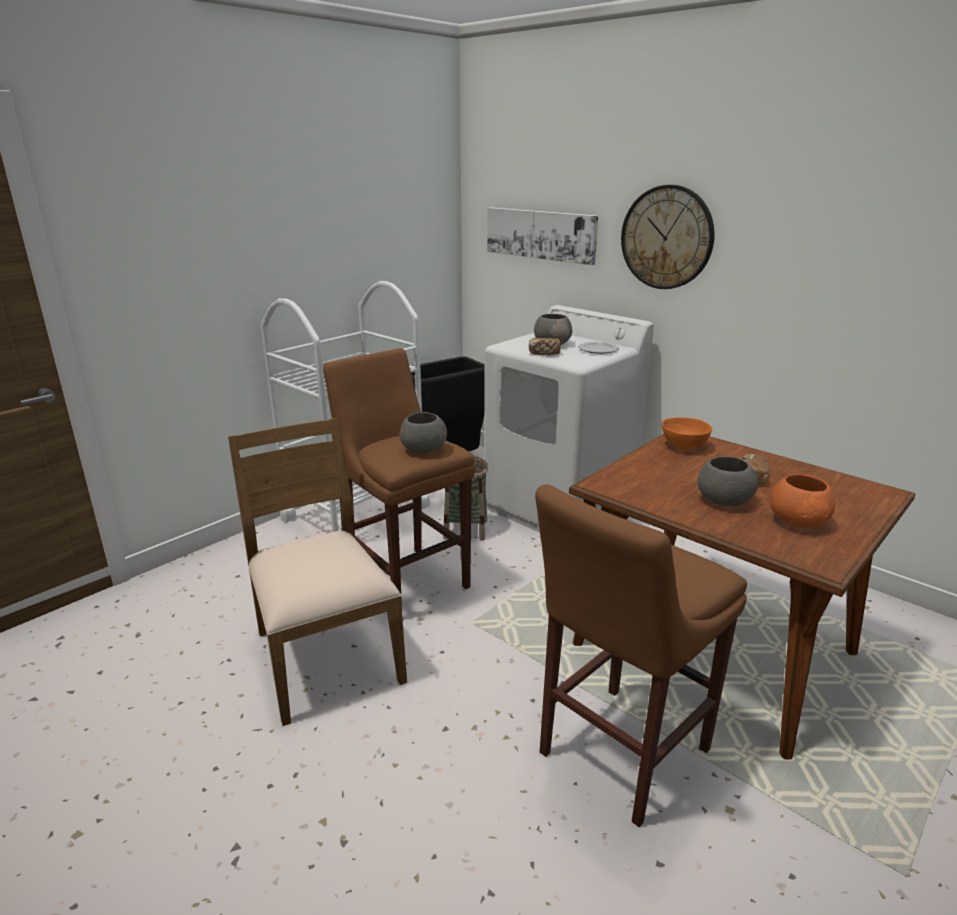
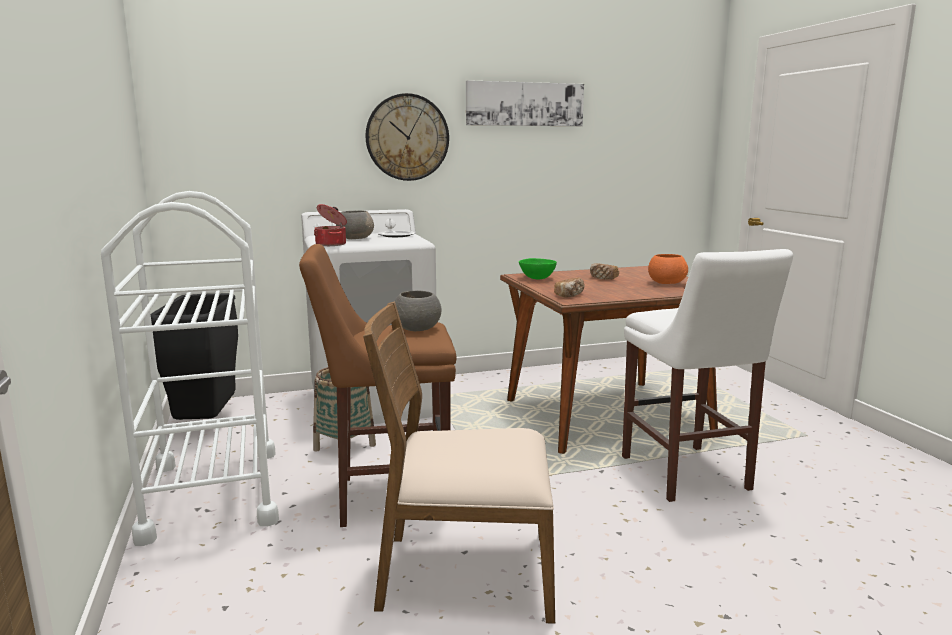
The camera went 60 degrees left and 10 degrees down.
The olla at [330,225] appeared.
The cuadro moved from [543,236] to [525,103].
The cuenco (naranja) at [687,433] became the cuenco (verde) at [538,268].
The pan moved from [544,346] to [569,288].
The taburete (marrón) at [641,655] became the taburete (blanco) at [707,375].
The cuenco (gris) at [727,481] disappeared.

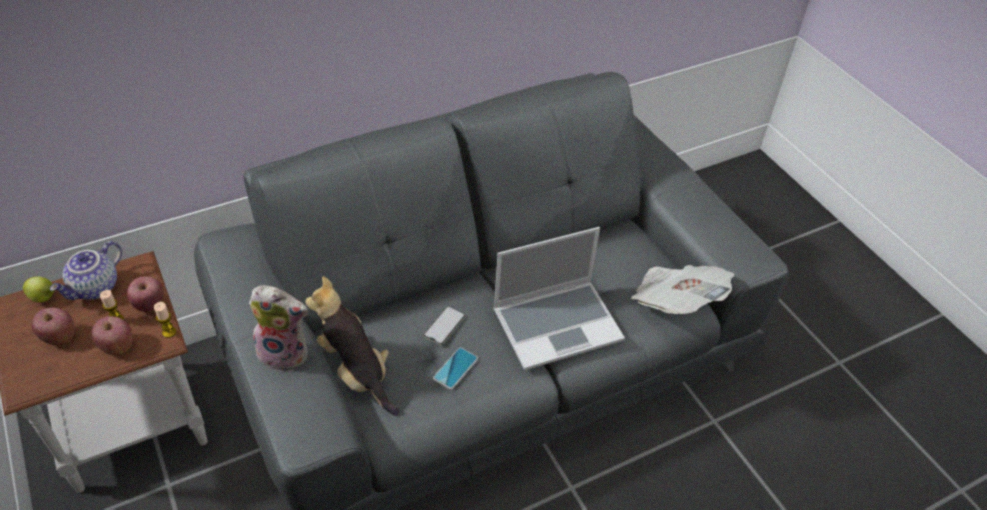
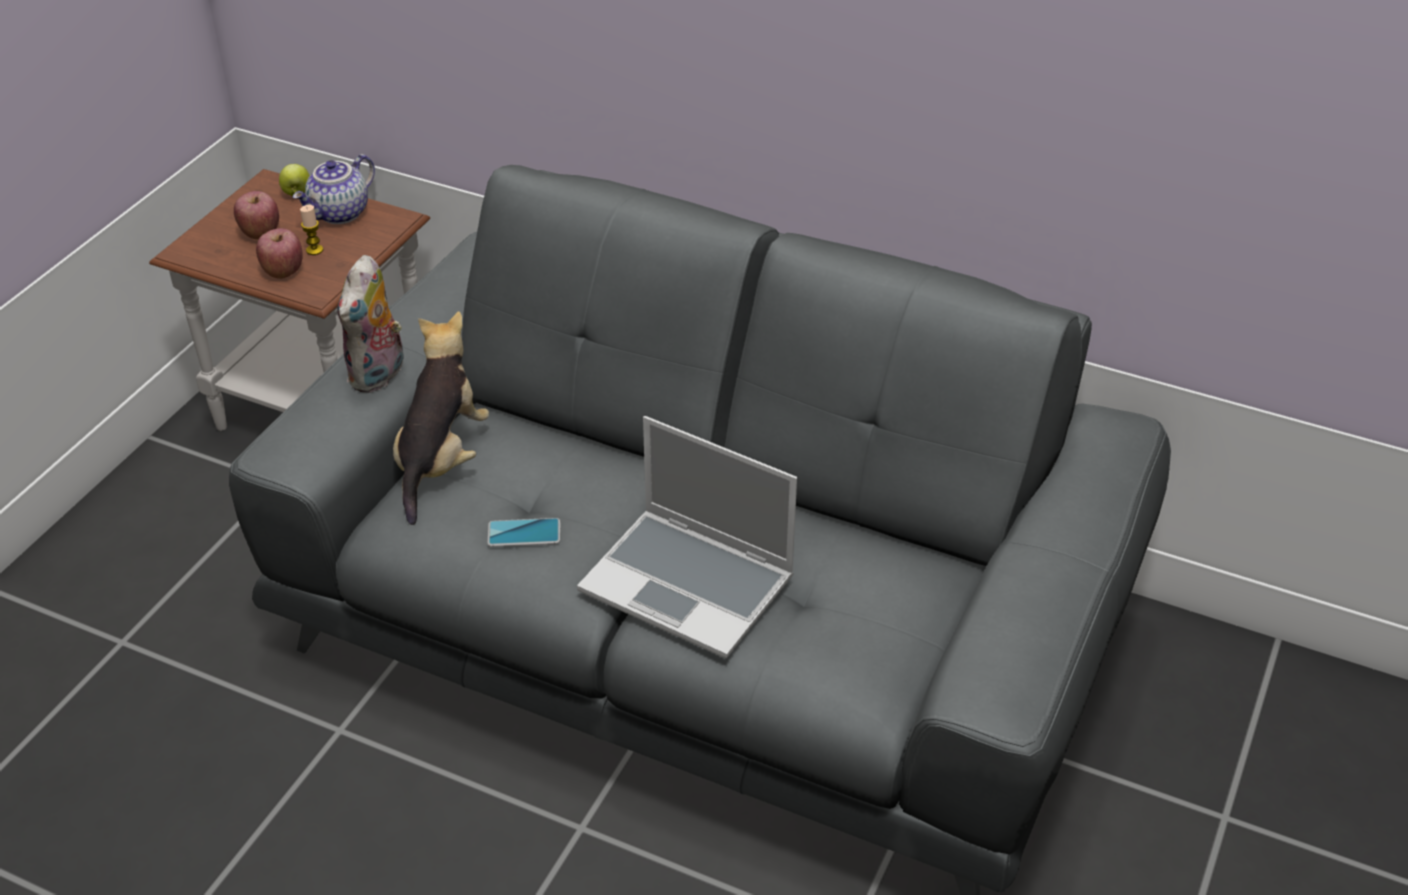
The camera went 55 degrees right and 5 degrees down.
The tetera at [86,270] turned 45 degrees counterclockwise.
The peluche at [278,328] turned 45 degrees clockwise.
The manzana at [145,294] disappeared.
The vela at [165,320] disappeared.
The móvil at [444,325] disappeared.
The periódico at [682,289] disappeared.

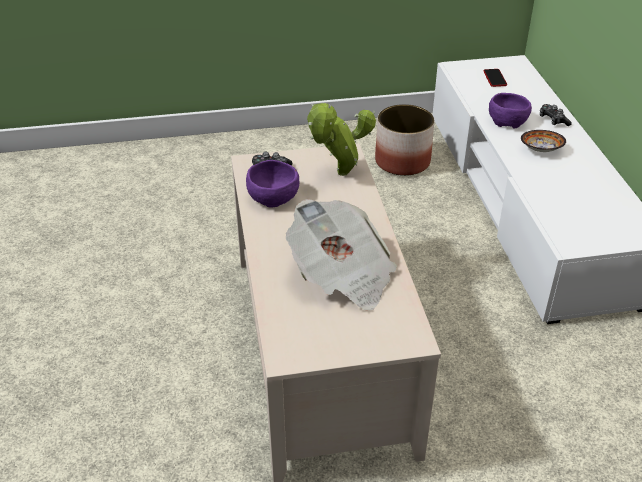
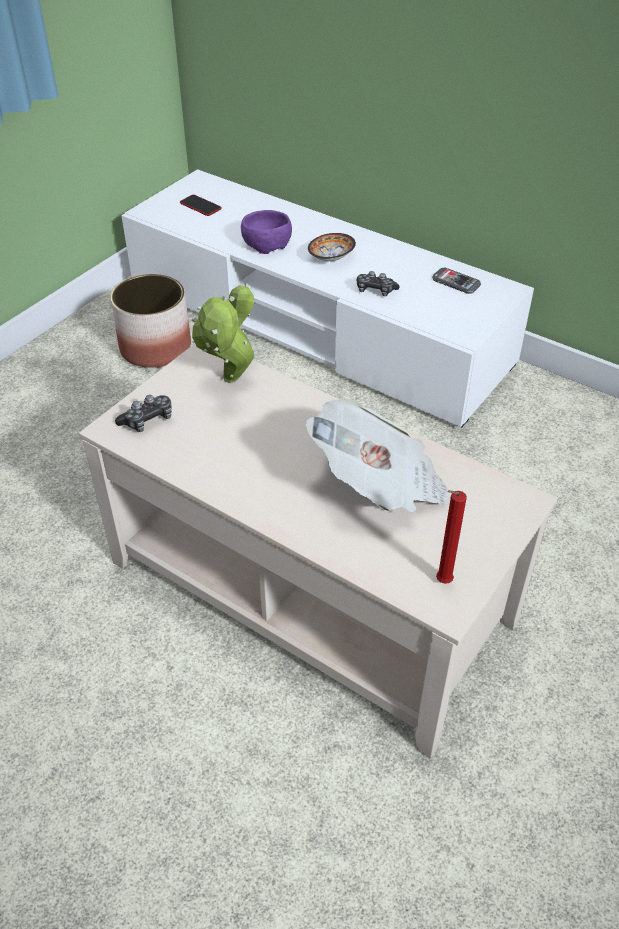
The camera went 45 degrees left and 5 degrees up.
The mando de consola moved from [556,115] to [377,283].
The móvil at [456,281] appeared.
The vela (rojo) at [451,537] appeared.
The cuenco (morado) at [272,184] disappeared.

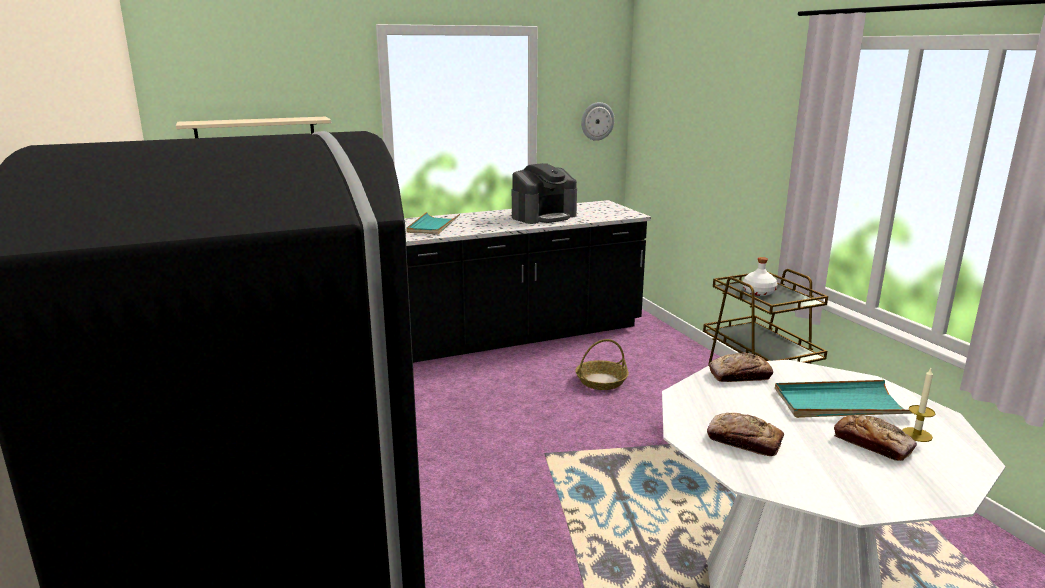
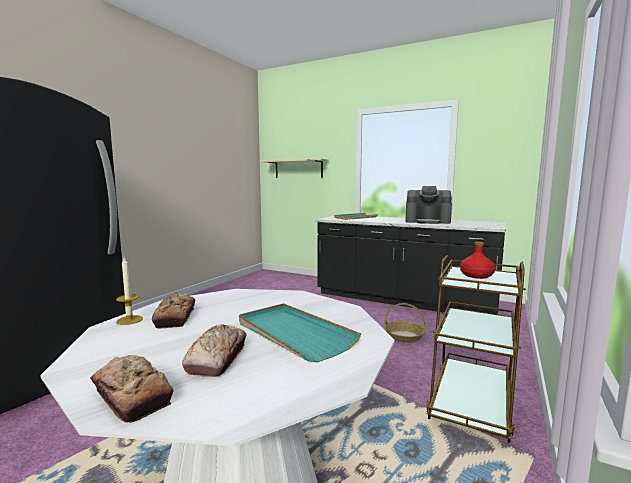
The camera went 50 degrees right and 10 degrees down.
The pan moved from [741,367] to [131,389].
The vela moved from [918,405] to [129,291].
The botella (blanco) at [760,276] became the botella (rojo) at [477,260].
The reloj de pared at [598,121] disappeared.

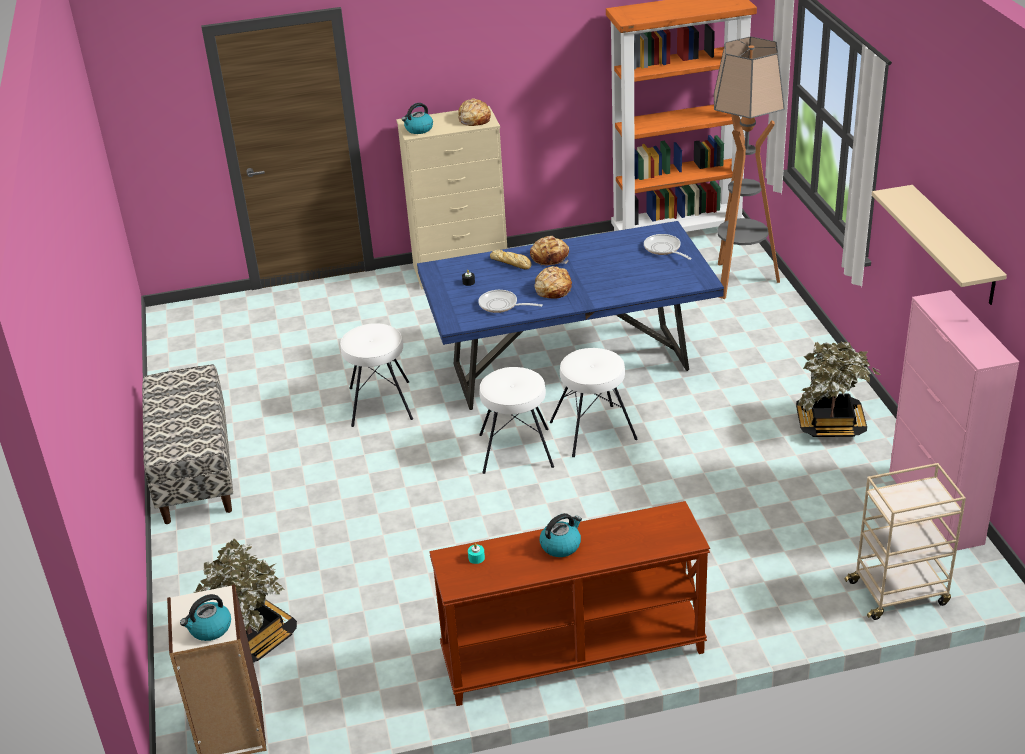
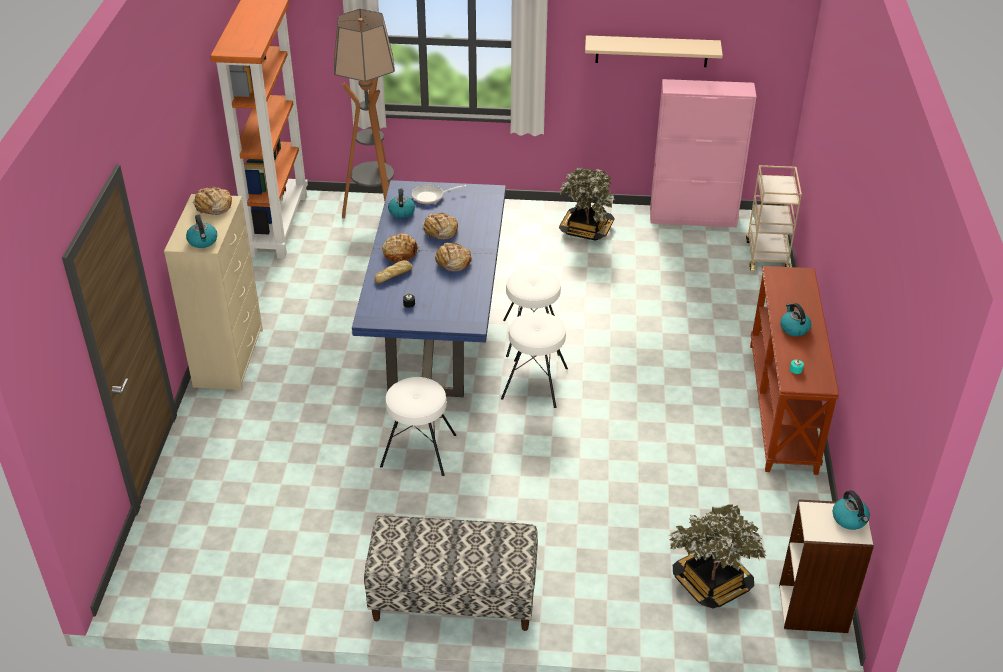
The camera went 75 degrees left and 5 degrees up.
The hervidor at [401,203] appeared.
The pan at [440,226] appeared.
The sartén at [510,301] disappeared.

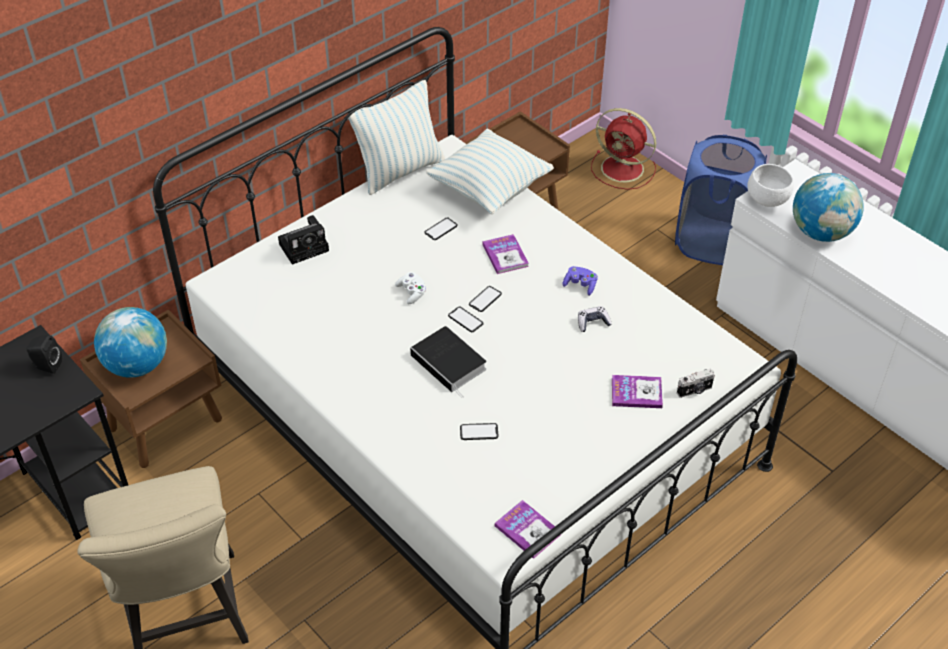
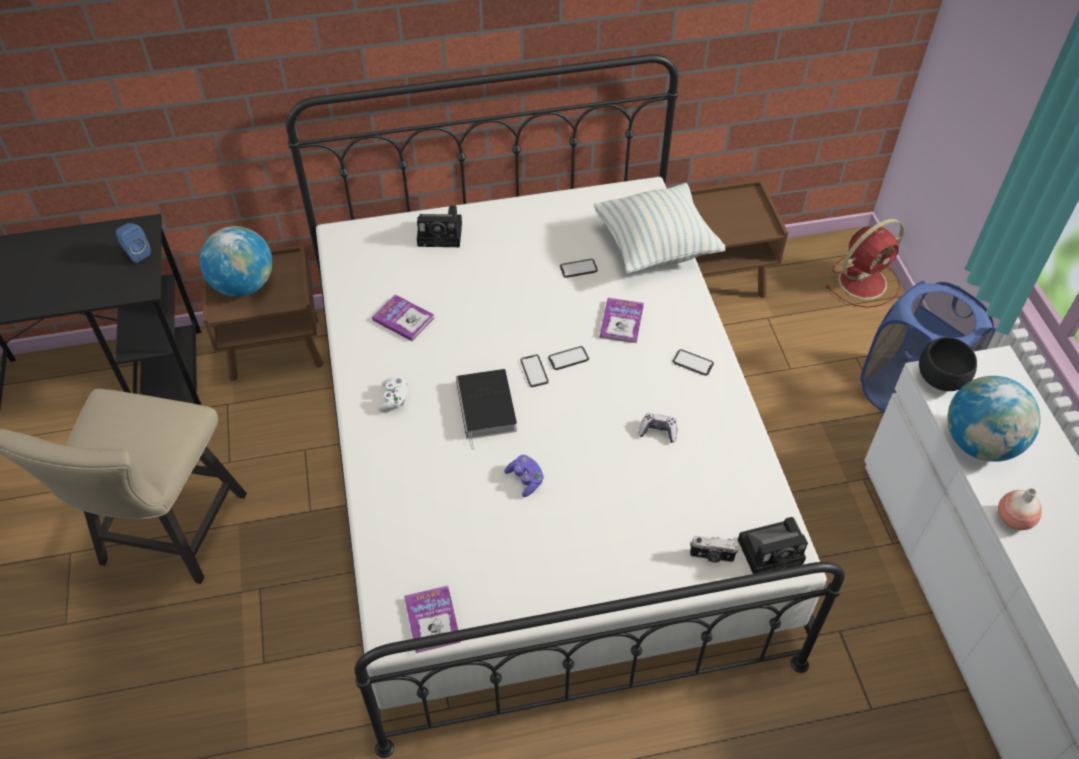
The camera went 30 degrees right and 5 degrees up.
The altavoz (negro) at [44,354] became the altavoz (azul) at [133,243].
The libro moved from [637,391] to [403,318].
The mando de consola (blanco) moved from [410,288] to [392,394].
The mando de consola (morado) moved from [580,281] to [524,476].
The móvil moved from [479,431] to [693,362].
The cámara at [773,545] appeared.
The ventilador (rojo) at [623,149] turned 90 degrees counterclockwise.
The cuenco (blanco) at [771,185] became the cuenco (negro) at [948,364].
The florero at [1020,509] appeared.
The cojín at [396,137] disappeared.

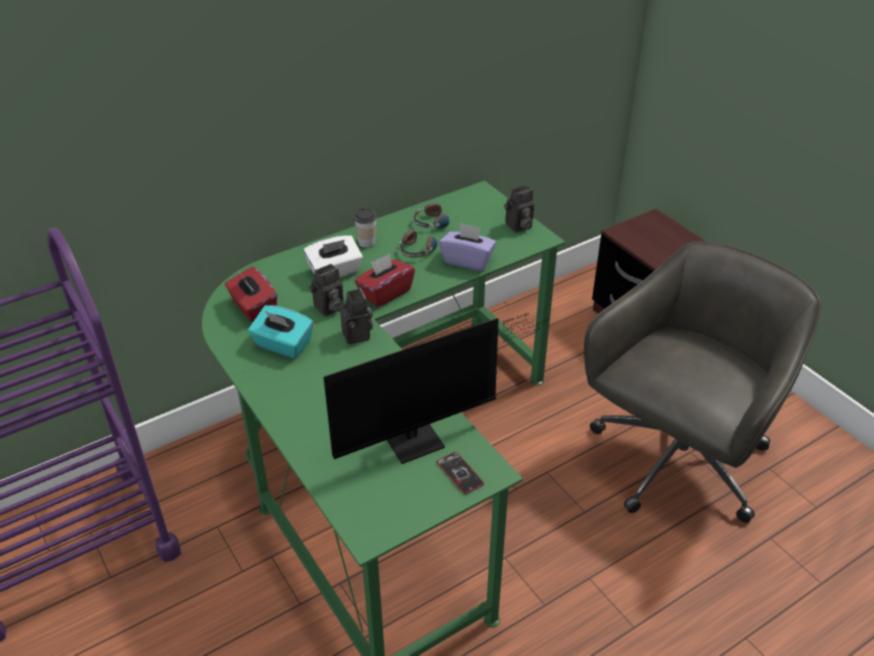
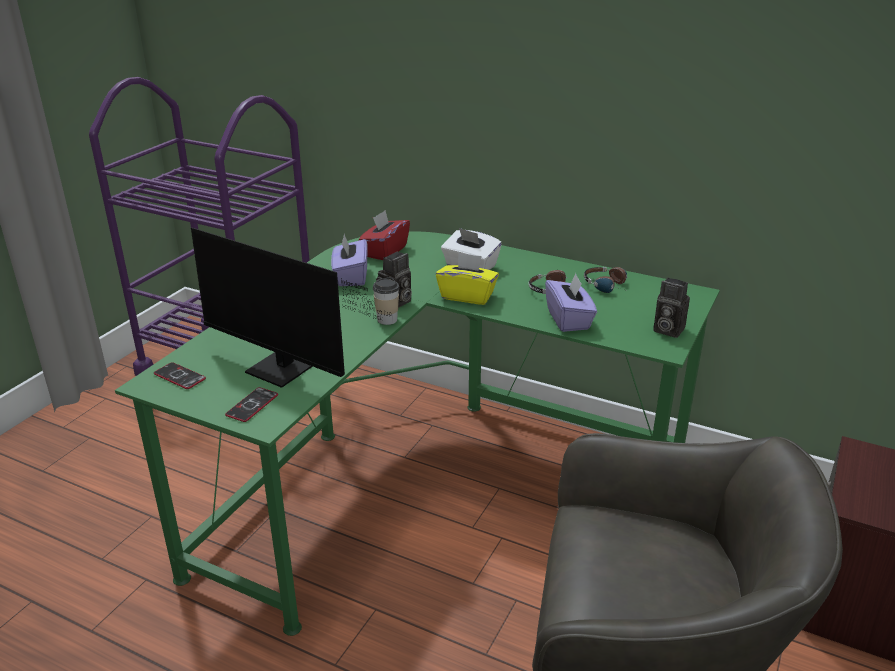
The camera went 60 degrees right and 10 degrees down.
The móvil at [180,375] appeared.
The caja de pañuelos (turquesa) at [280,331] became the caja de pañuelos (morado) at [349,260].
The taza moved from [365,228] to [386,301].
The caja de pañuelos (rojo) at [385,280] became the caja de pañuelos (amarillo) at [467,278].
The cámara at [326,290] disappeared.

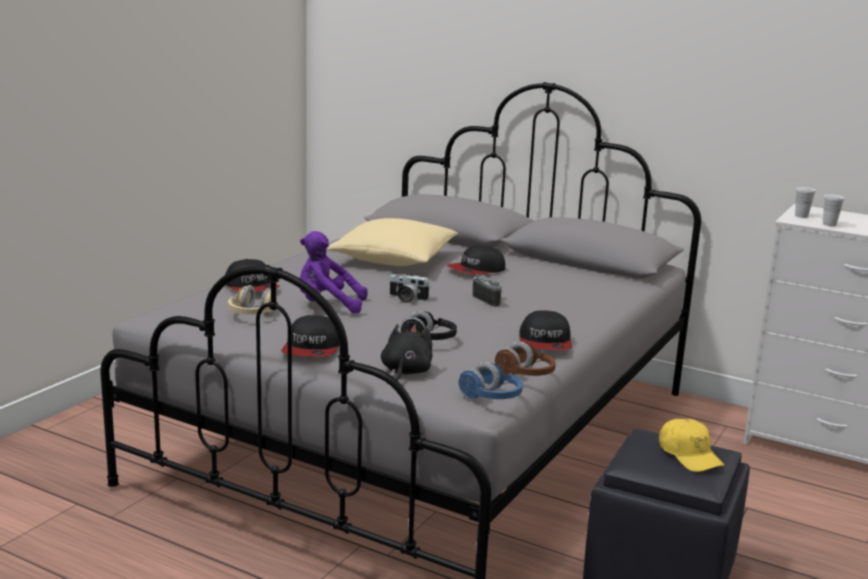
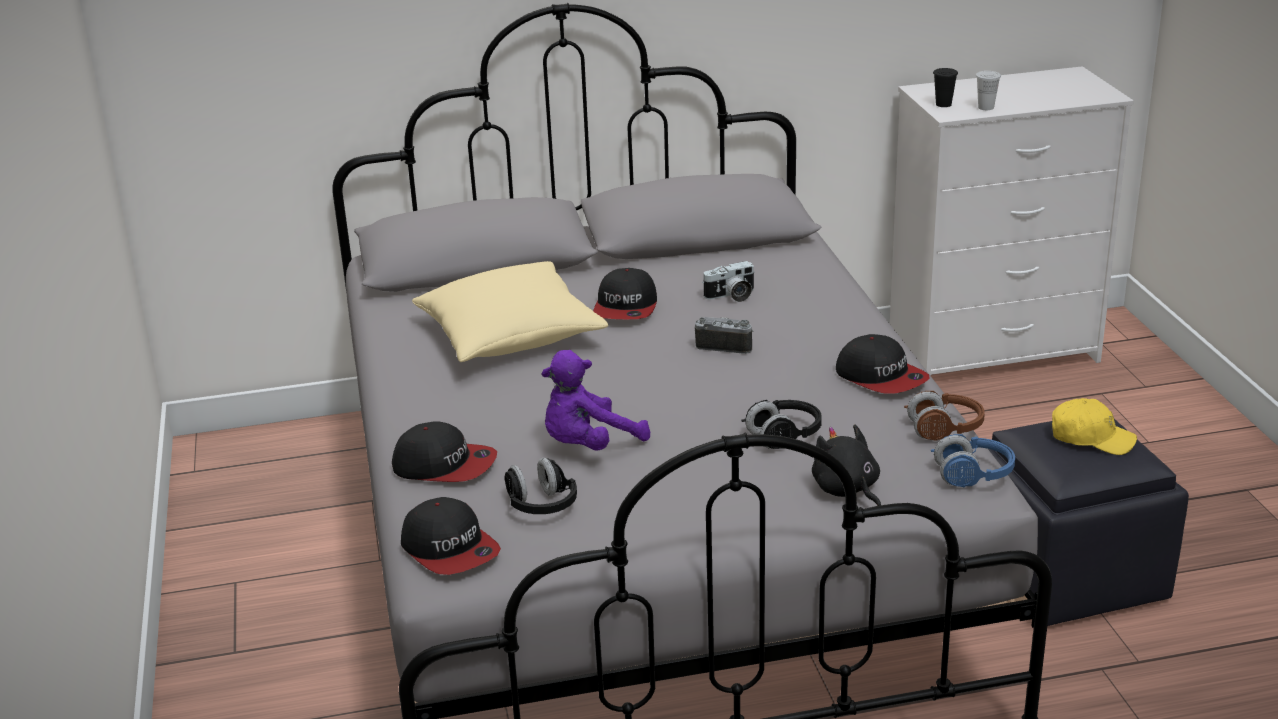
The camera went 40 degrees left and 10 degrees up.
The gorra moved from [310,336] to [451,536].
The auriculares (beis) at [252,300] became the auriculares (negro) at [541,486].
The cámara moved from [409,288] to [728,281].
The taza (blanco) at [805,202] became the taza (negro) at [945,87].

